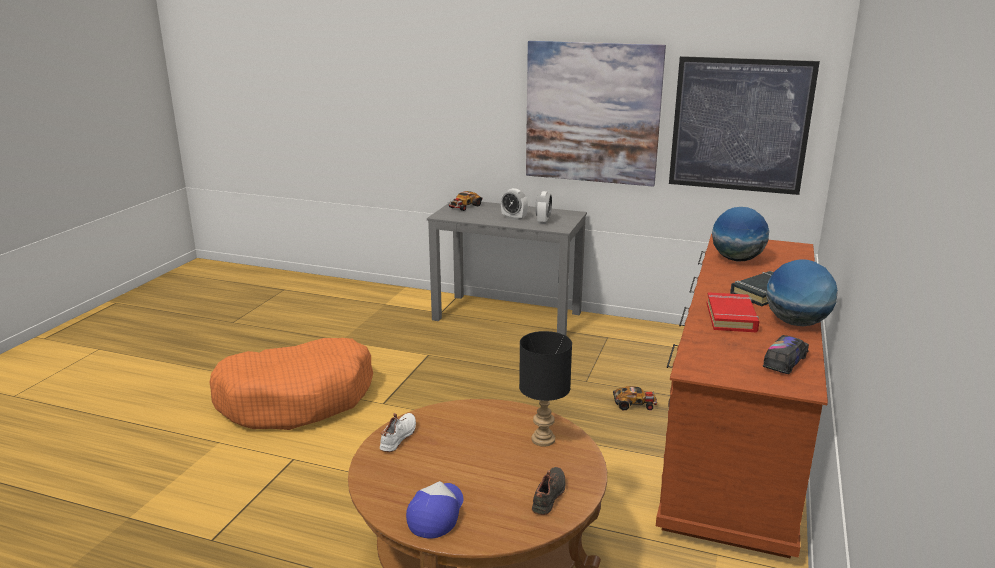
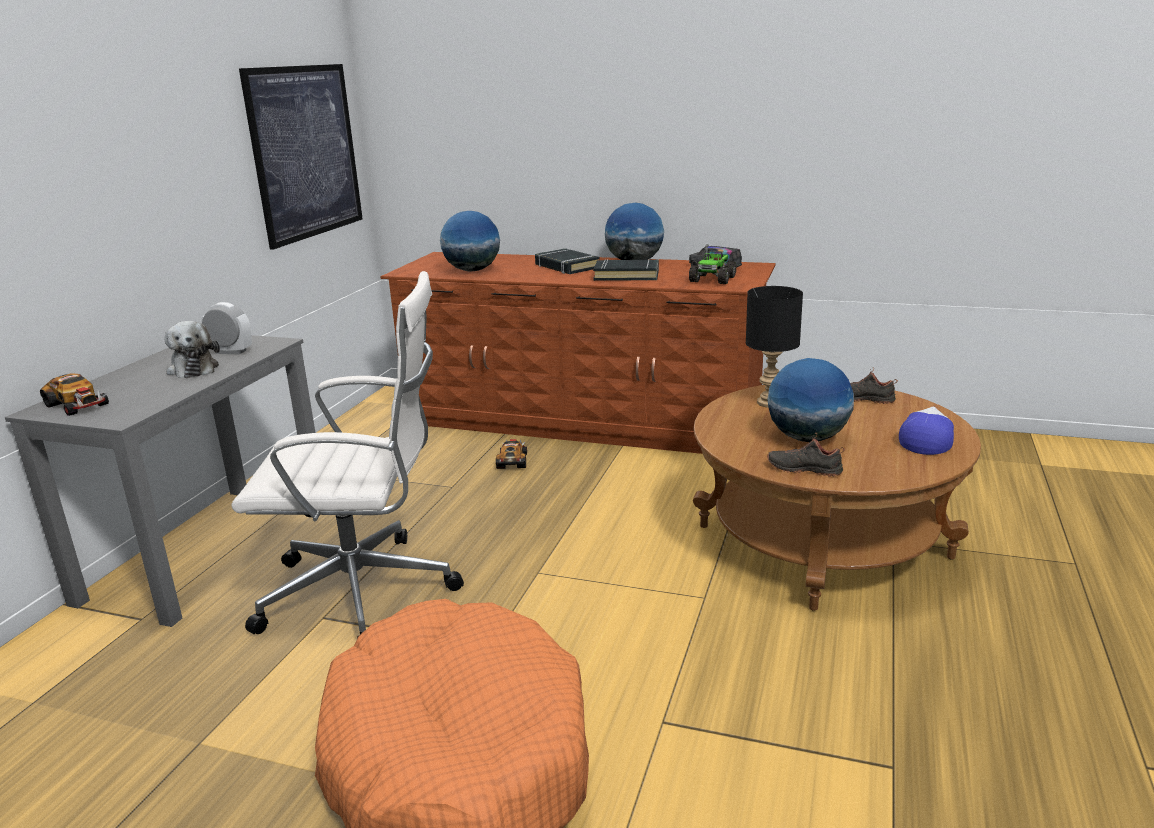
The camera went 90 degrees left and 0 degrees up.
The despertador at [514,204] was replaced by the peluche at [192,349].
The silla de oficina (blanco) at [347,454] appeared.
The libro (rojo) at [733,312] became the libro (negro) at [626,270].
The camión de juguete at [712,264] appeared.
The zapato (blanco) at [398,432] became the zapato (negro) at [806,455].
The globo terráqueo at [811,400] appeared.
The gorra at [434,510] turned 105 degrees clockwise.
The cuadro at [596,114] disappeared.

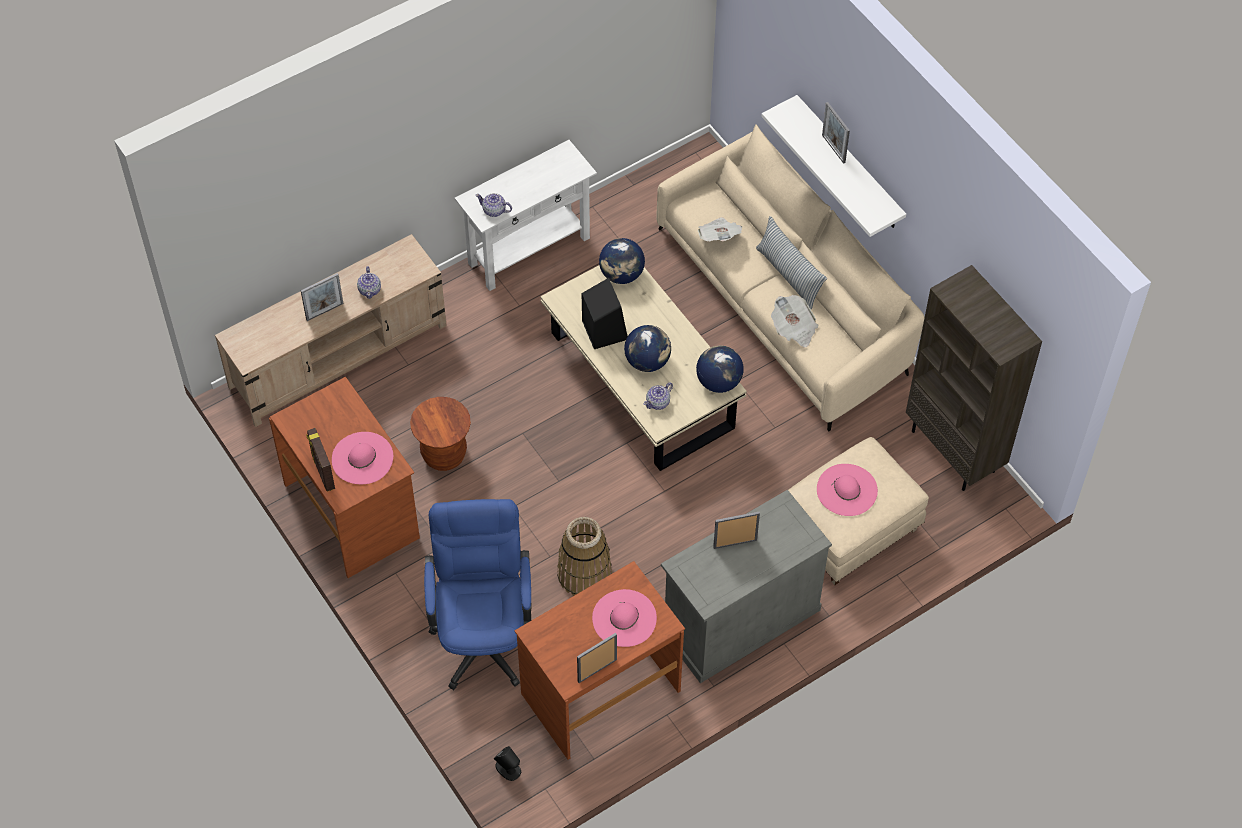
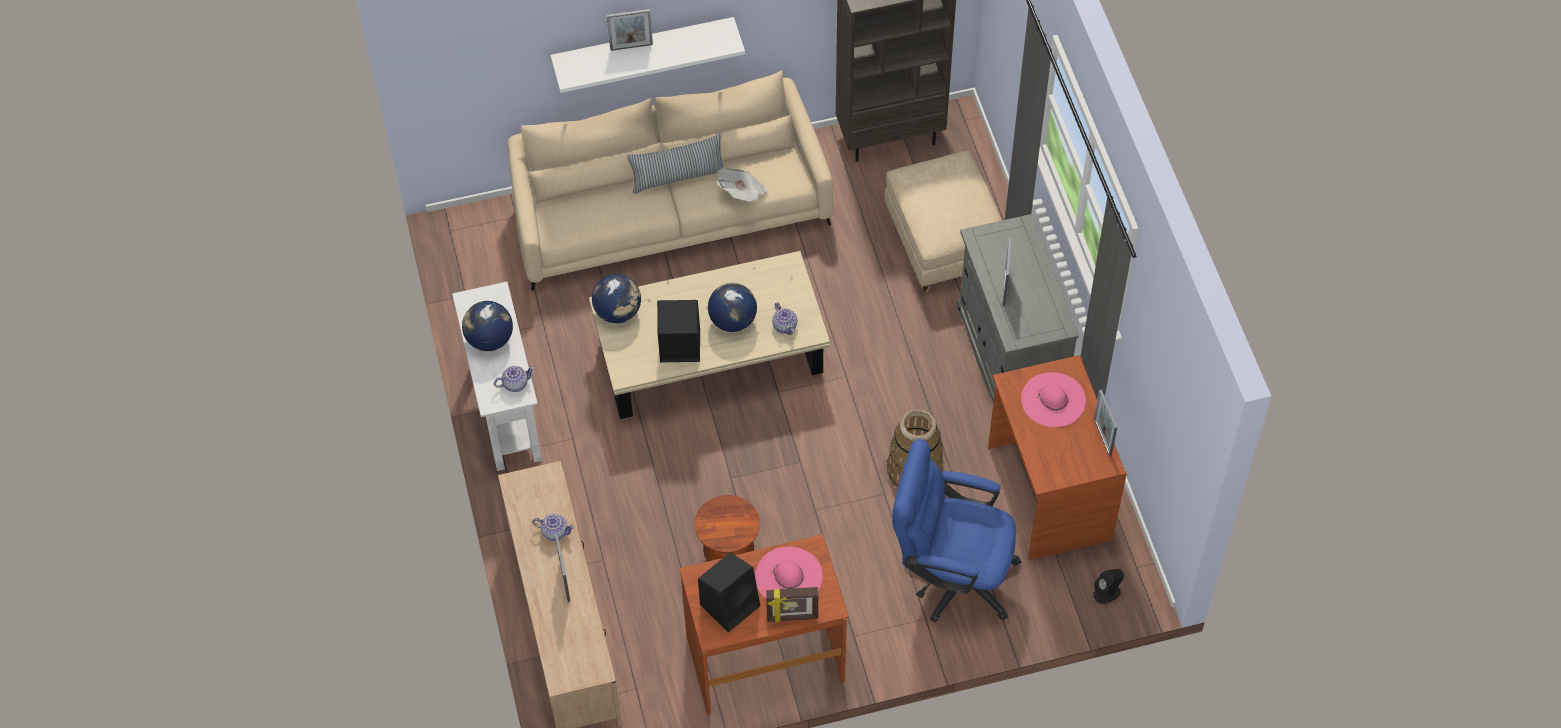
The camera went 70 degrees left and 0 degrees up.
The globo terráqueo moved from [720,369] to [487,326].
The tetera at [494,205] turned 150 degrees counterclockwise.
The altavoz (negro) at [729,592] appeared.
The periódico at [720,229] disappeared.
The sombrero (rosa) at [847,490] disappeared.

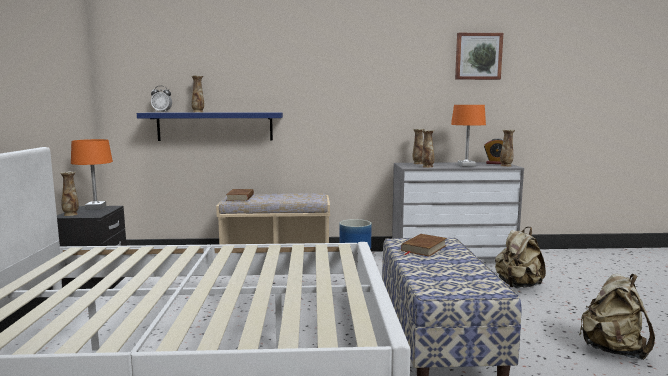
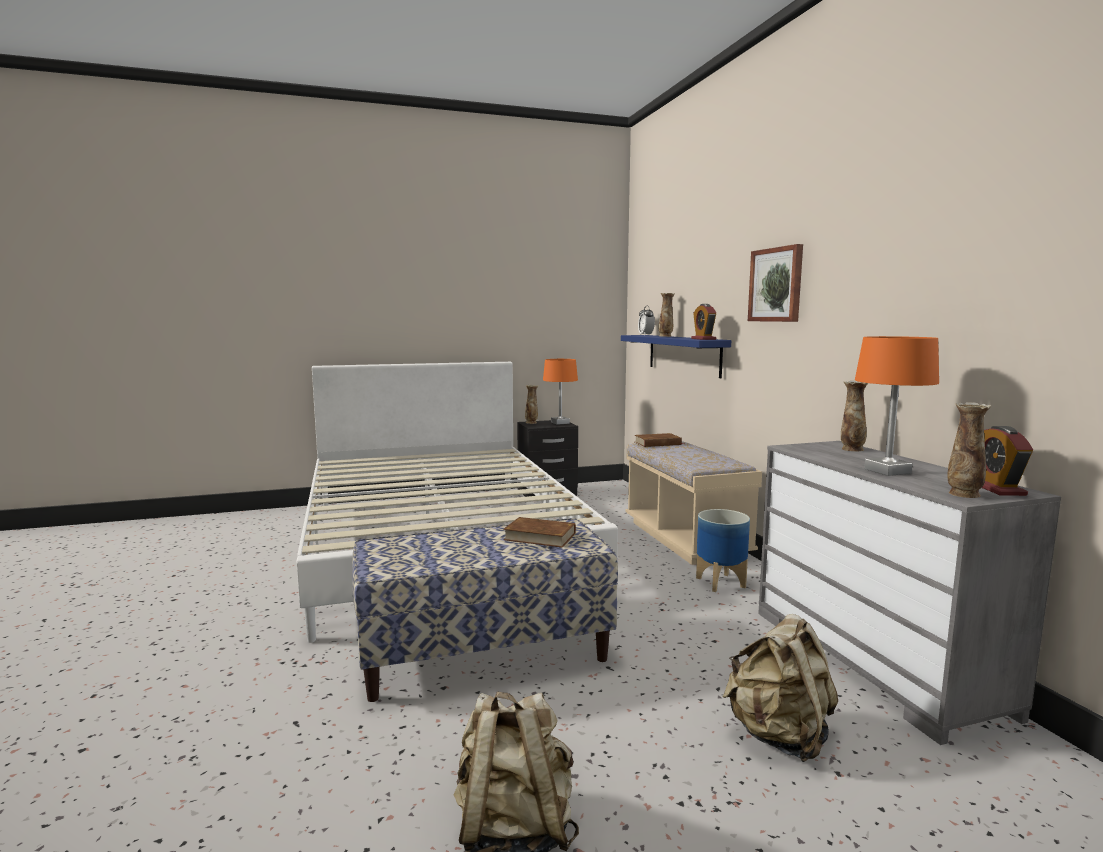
The camera went 75 degrees right and 0 degrees up.
The despertador at [703,322] appeared.
The cuadro moved from [479,56] to [775,283].
The florero at [428,149] disappeared.

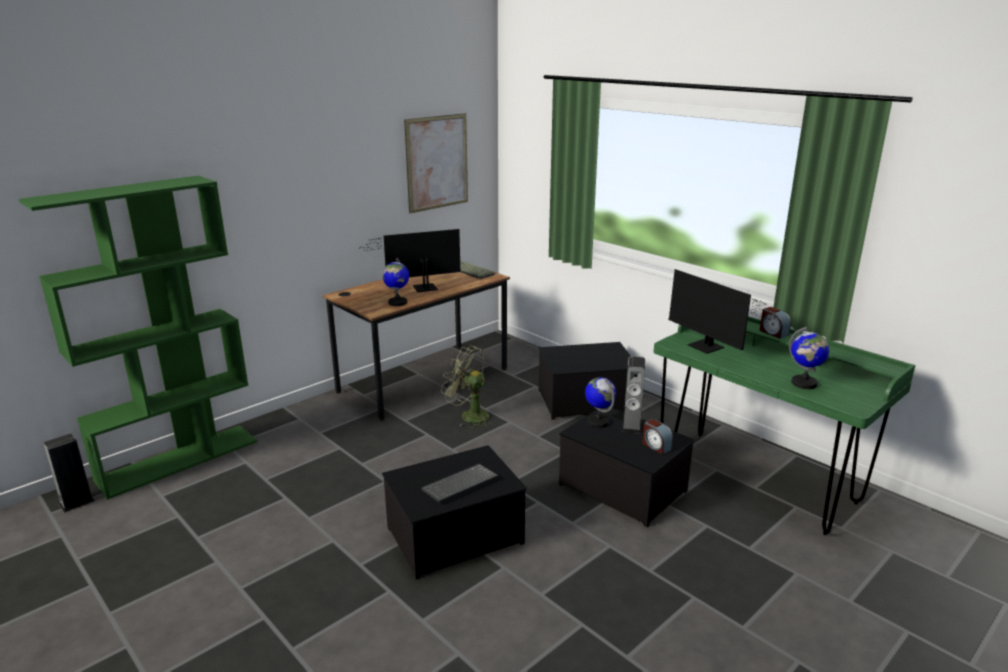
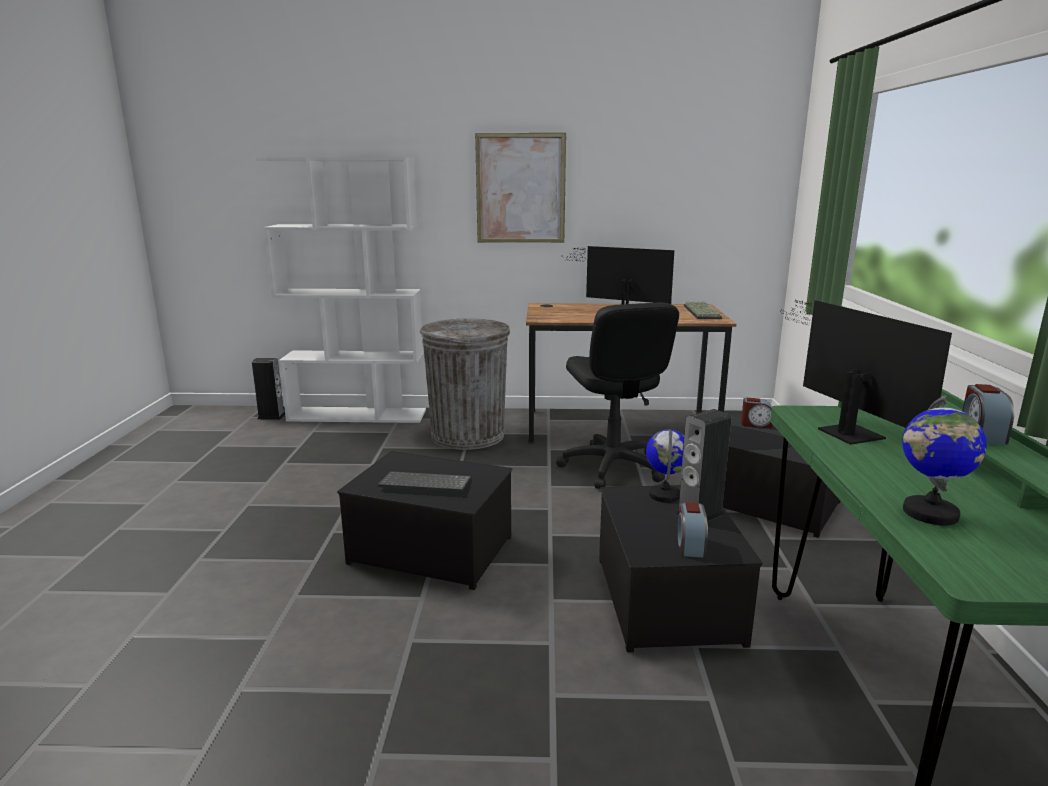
The camera went 45 degrees right and 5 degrees down.
The estantería (verde) at [138,337] became the estantería (blanco) at [341,290].
The papelera (gris) at [465,384] appeared.
The cuadro moved from [436,163] to [520,188].
The ventilador (verde) at [466,387] was replaced by the silla de oficina (negro) at [617,396].
The despertador at [757,413] appeared.
The monitor at [722,311] turned 150 degrees clockwise.
The globo terráqueo at [395,282] disappeared.

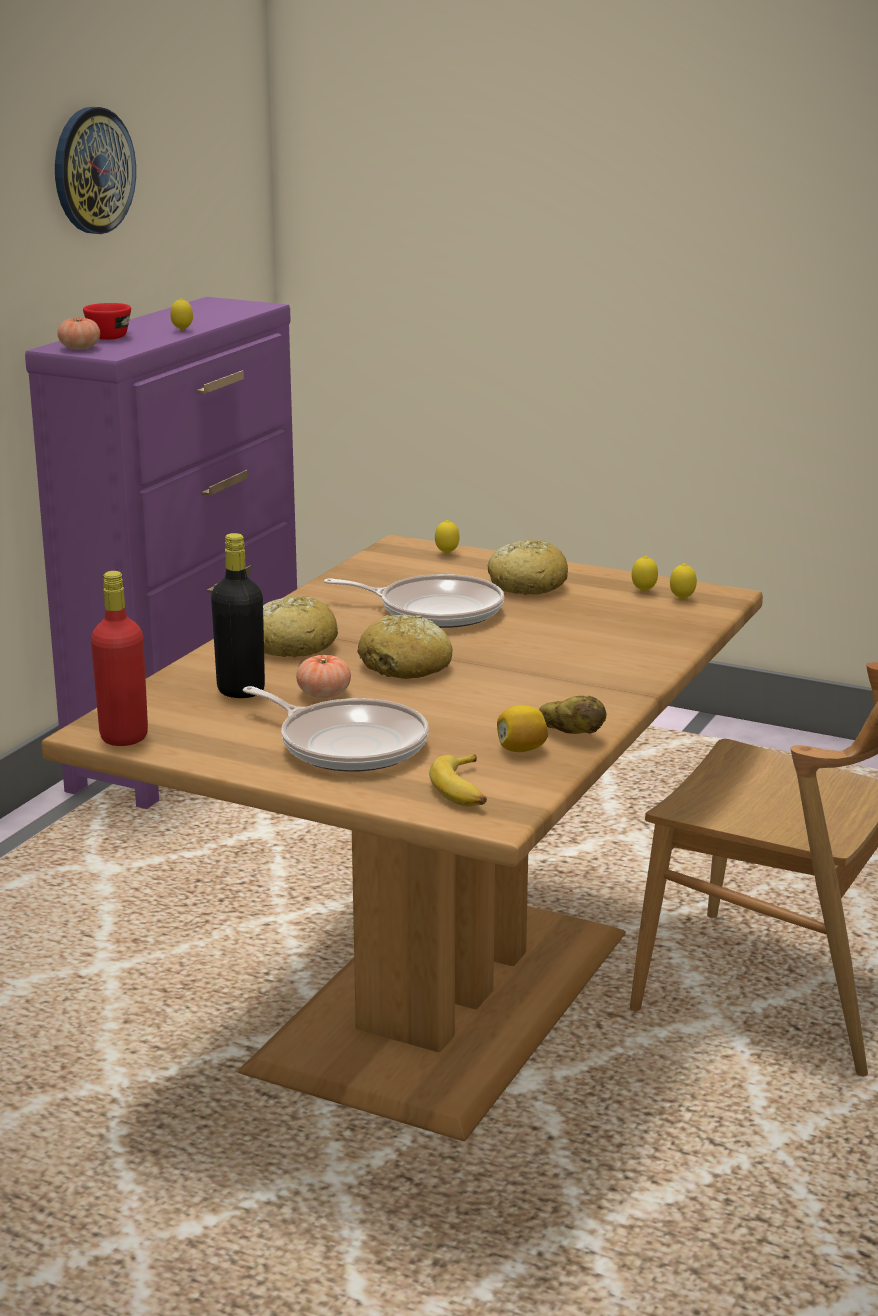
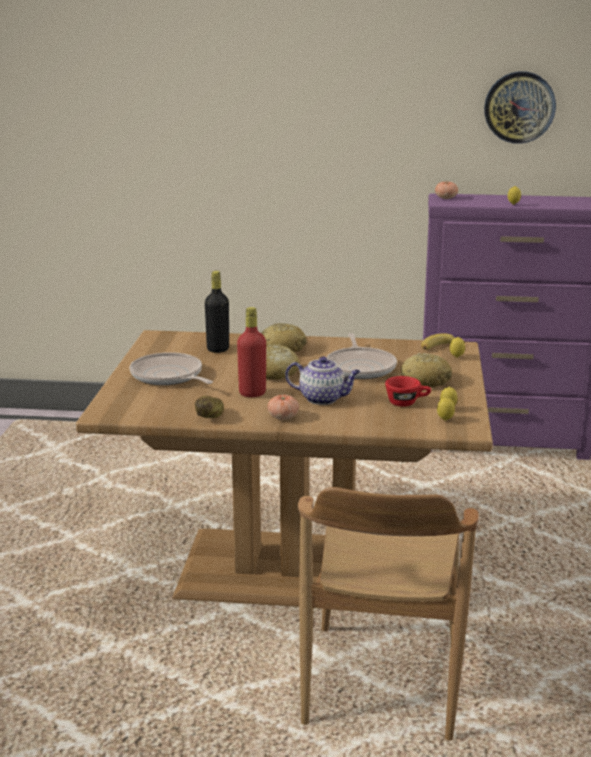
The camera went 70 degrees right and 0 degrees up.
The sartén at [336,729] turned 120 degrees clockwise.
The botella (rojo) moved from [119,658] to [251,352].
The tomate moved from [323,676] to [283,407].
The tetera at [323,380] appeared.
The taza (rojo) moved from [107,321] to [408,391].
The plátano moved from [458,780] to [443,341].
The limón at [522,728] disappeared.

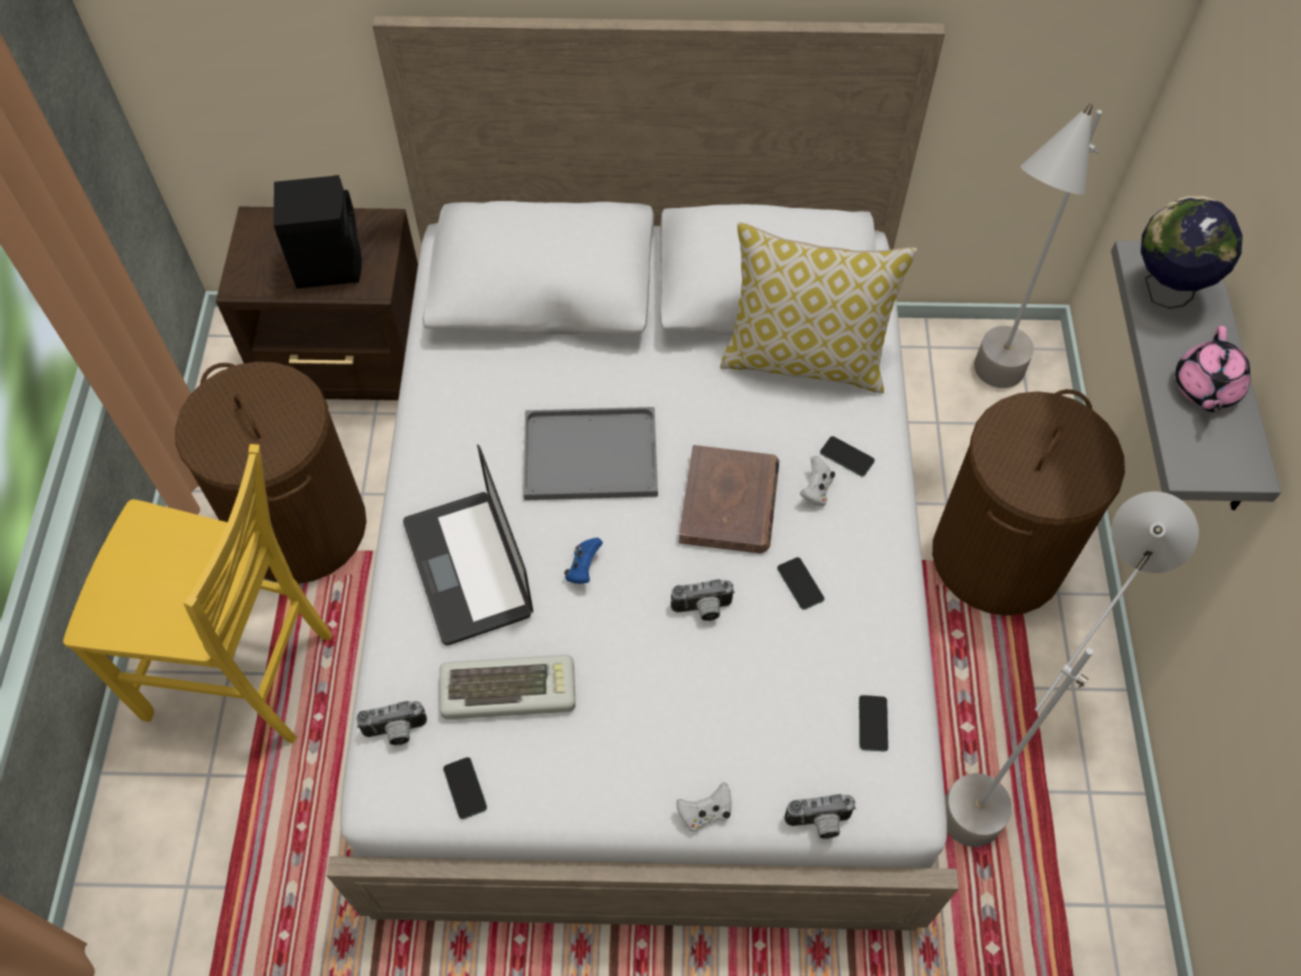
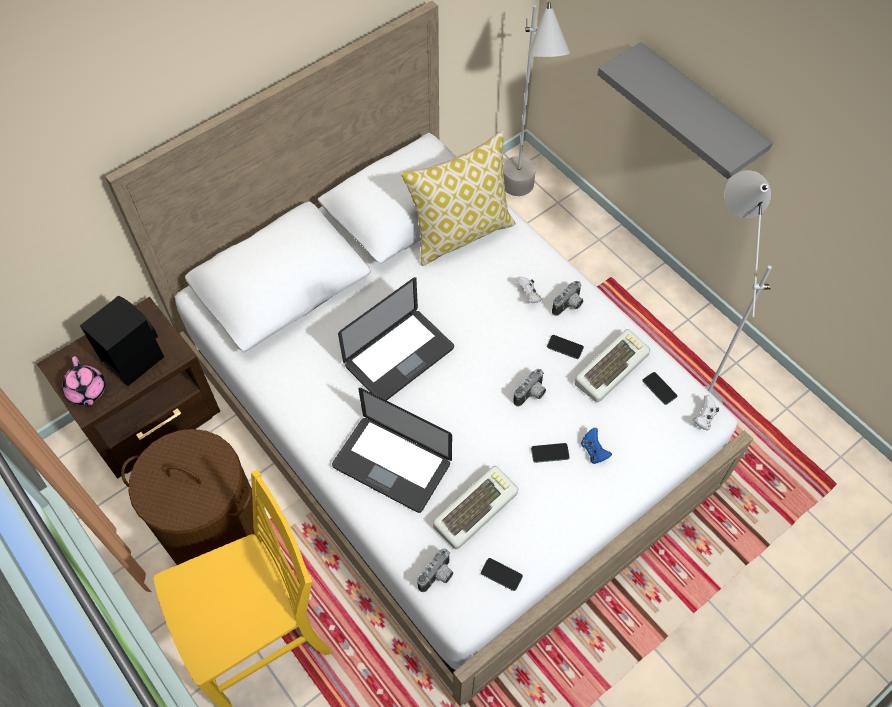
The camera went 40 degrees left and 0 degrees up.
The tetera (rosa) moved from [1213,369] to [83,381].
The bandeja (gris) at [590,453] was replaced by the portátil at [396,338].
The móvil moved from [847,456] to [550,453].
The cámara moved from [820,816] to [567,298].
The teclado at [612,365] appeared.
The mando de consola (azul) moved from [583,561] to [596,446].
The mando de consola (blanco) moved from [704,807] to [706,413].
The libro (marrón) at [729,499] disappeared.
The cesto de la ropa (marrón) at [1028,502] disappeared.
The globo terráqueo at [1192,252] disappeared.

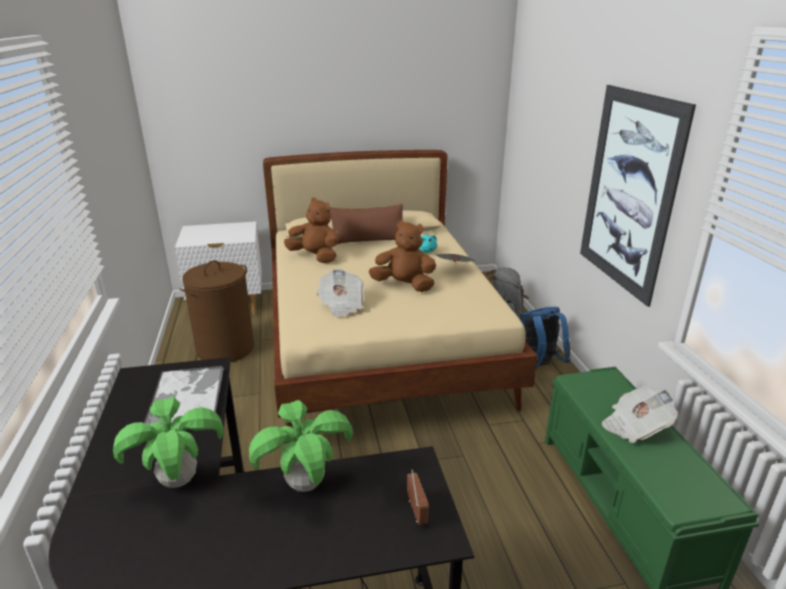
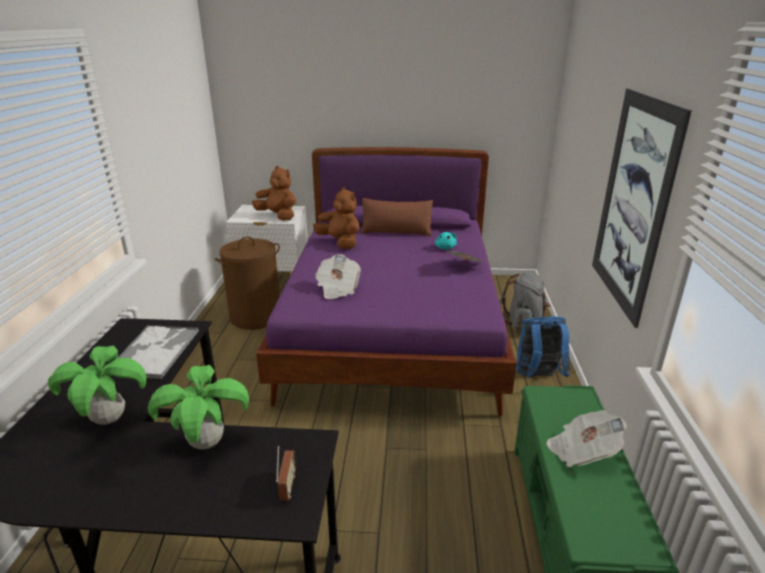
The camera went 15 degrees right and 0 degrees up.
The peluche (marrón) moved from [402,256] to [274,193].
The cama (beis) at [400,288] became the cama (morado) at [386,281].

